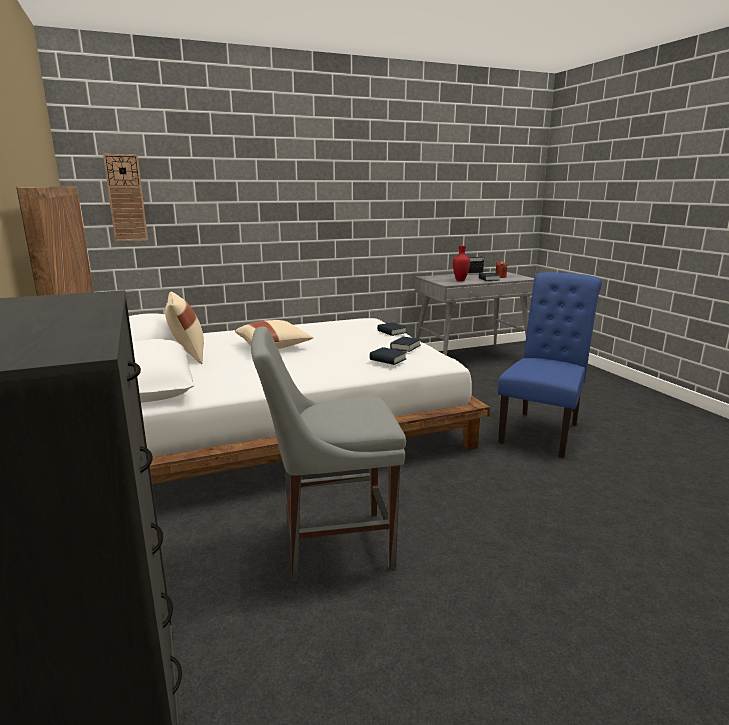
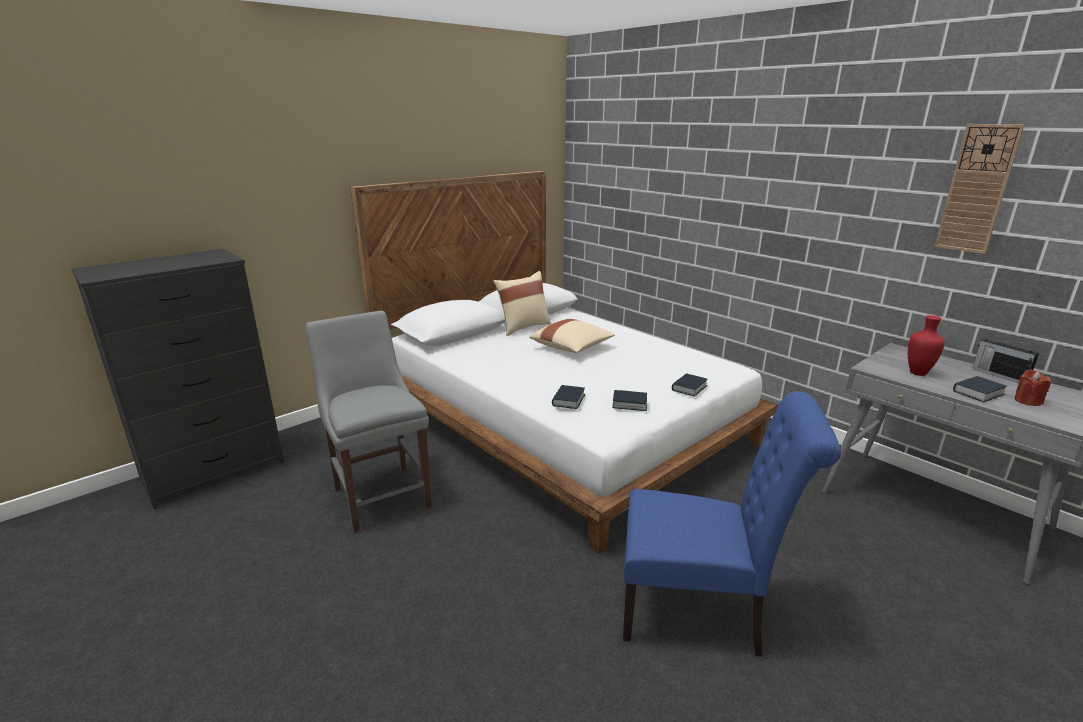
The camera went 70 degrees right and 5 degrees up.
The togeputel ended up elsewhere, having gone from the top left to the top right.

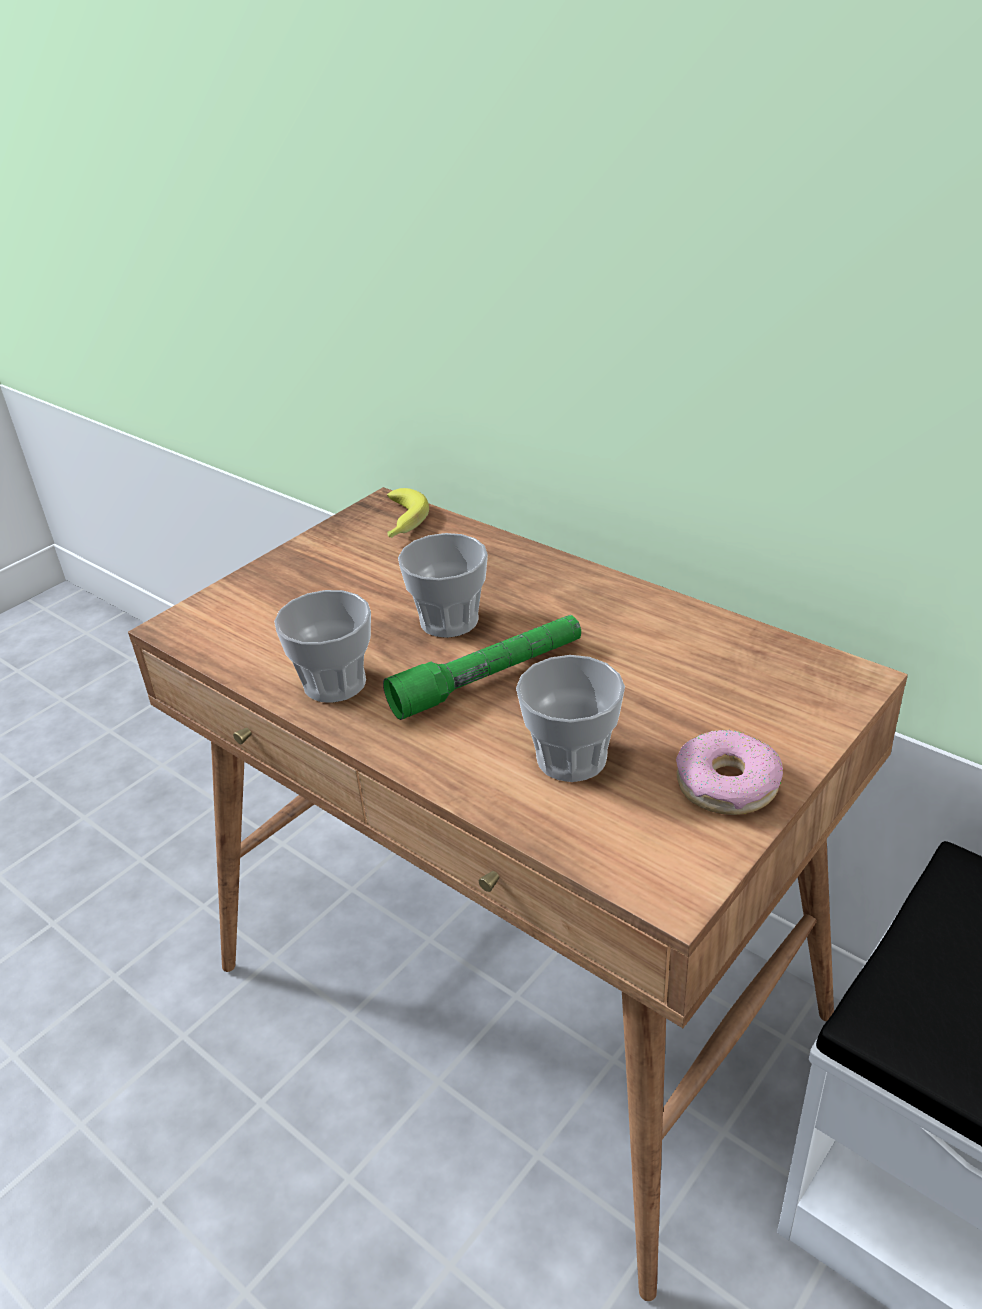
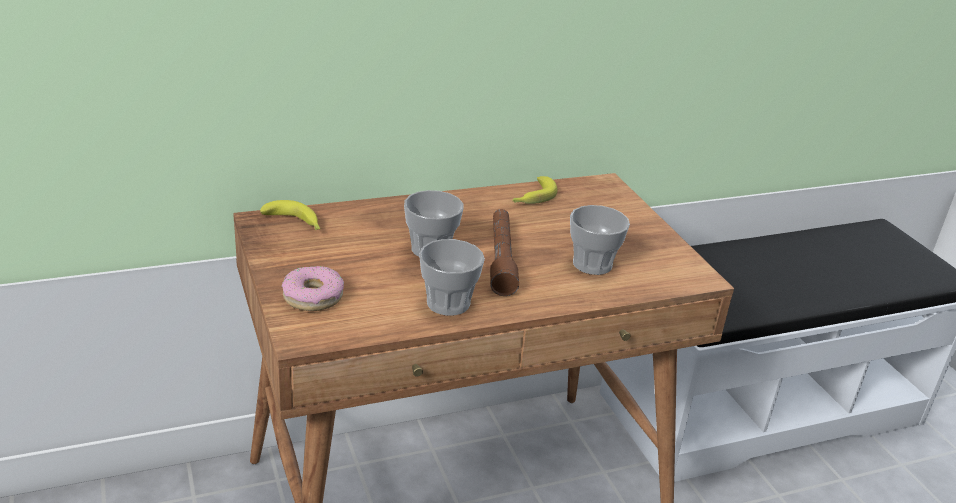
The camera went 65 degrees left and 5 degrees down.
What was the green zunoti at the centre turned into the brown zunoti at the centre.
The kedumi ended up elsewhere, having gone from the middle right to the middle left.
The second view gained the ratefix (no. 2 from left) at the centre.

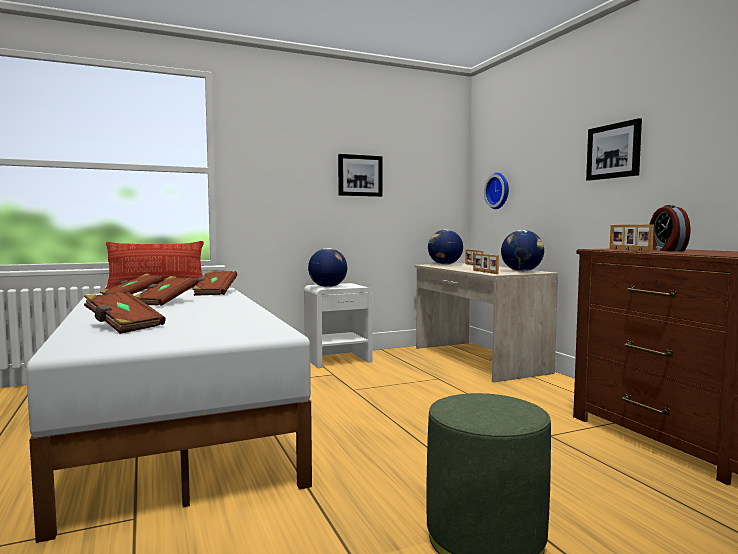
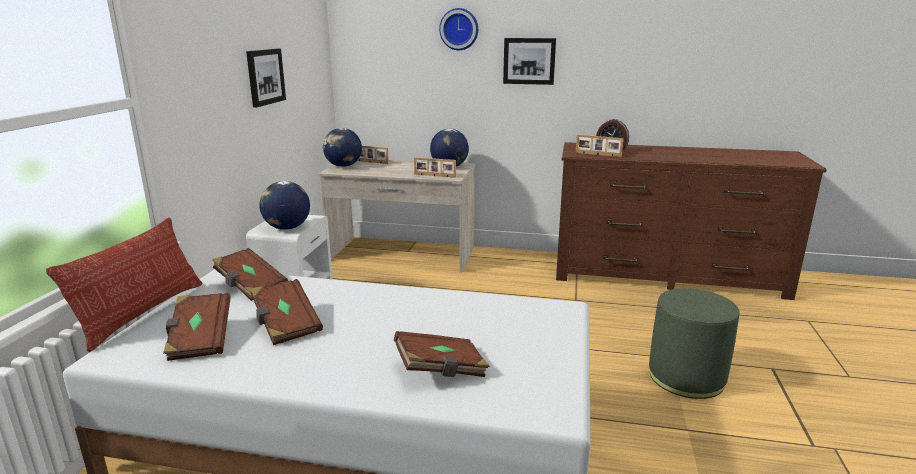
The camera went 55 degrees left and 15 degrees up.
The togeputel ended up elsewhere, having gone from the middle right to the top centre.

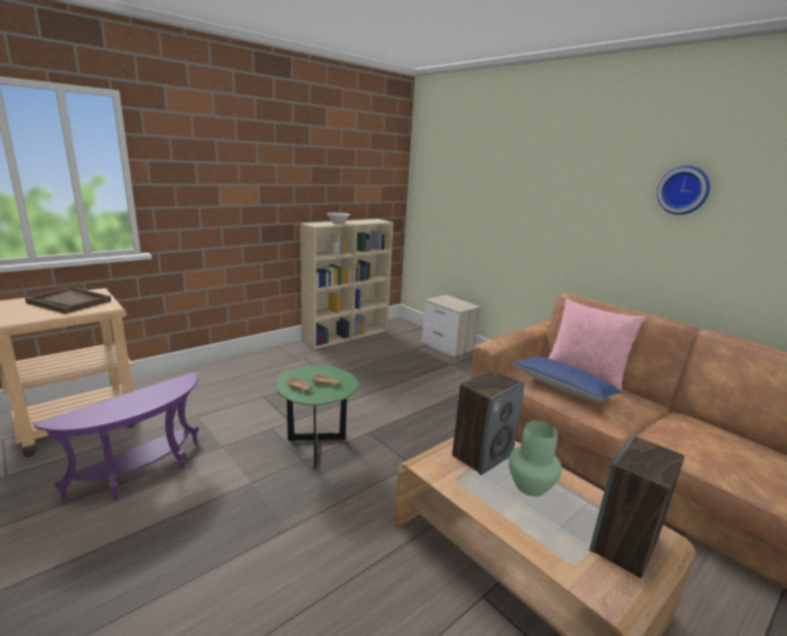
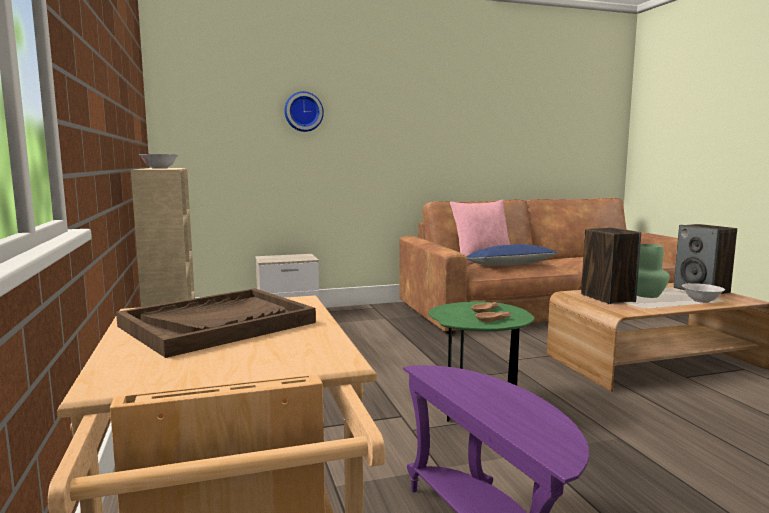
The camera went 65 degrees left and 10 degrees down.
The togeputel ended up elsewhere, having gone from the top right to the top centre.
The second view gained the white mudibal (no. 2 from left) at the middle right.

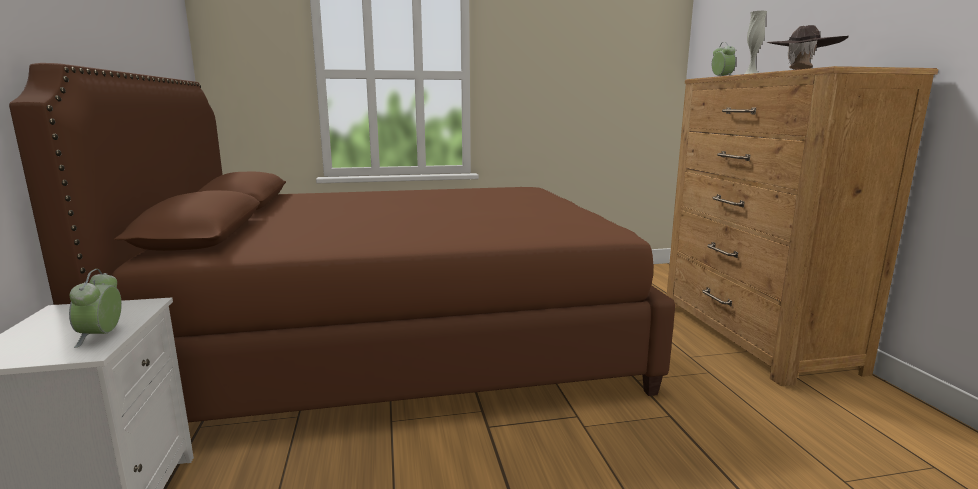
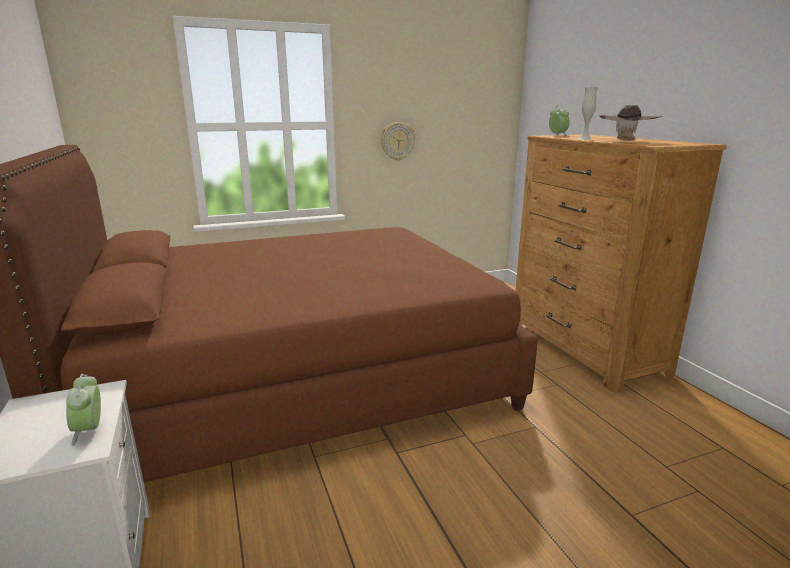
The camera went 10 degrees left and 5 degrees up.
The second view gained the togeputel at the top centre.

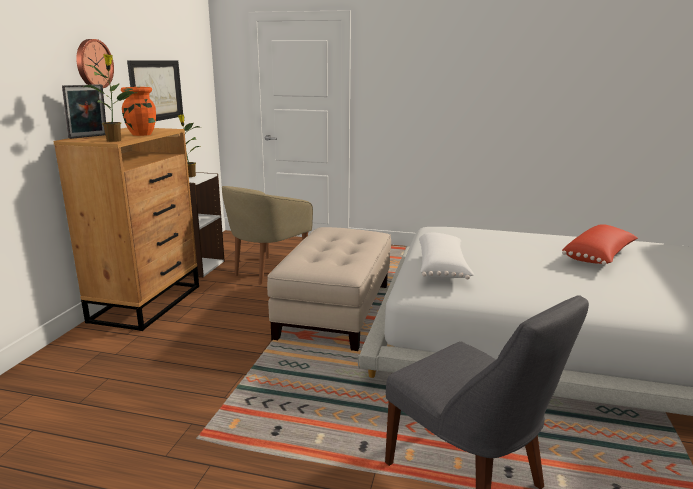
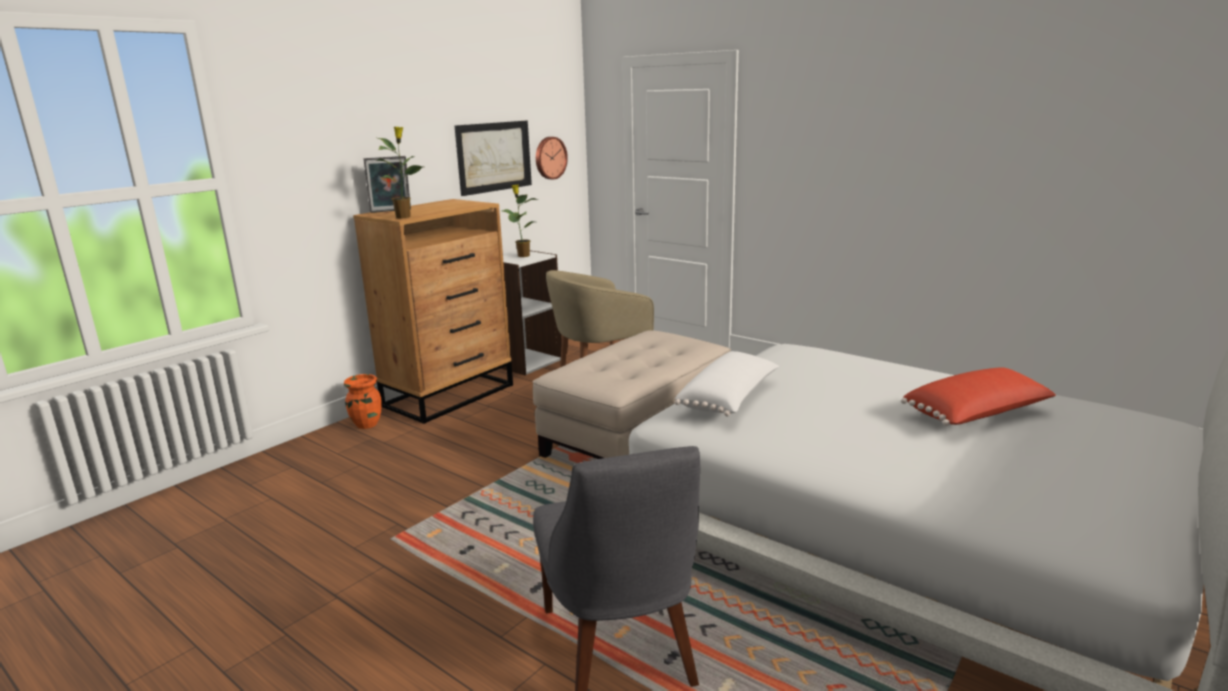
The camera went 25 degrees right and 0 degrees up.
The togeputel ended up elsewhere, having gone from the top left to the top centre.
The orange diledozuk ended up elsewhere, having gone from the top left to the middle left.

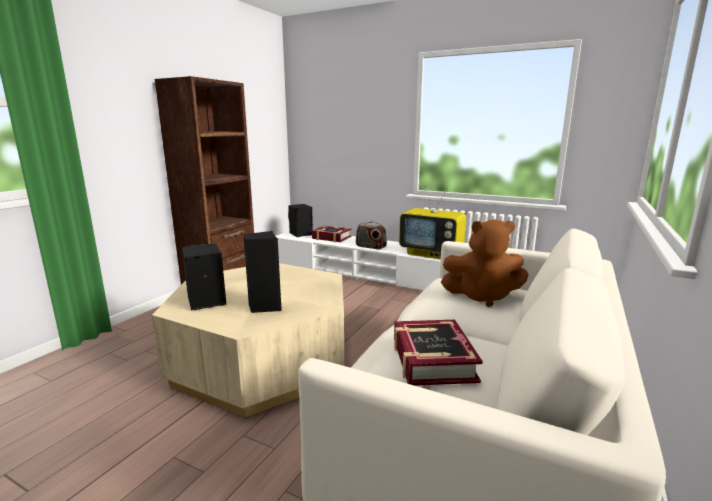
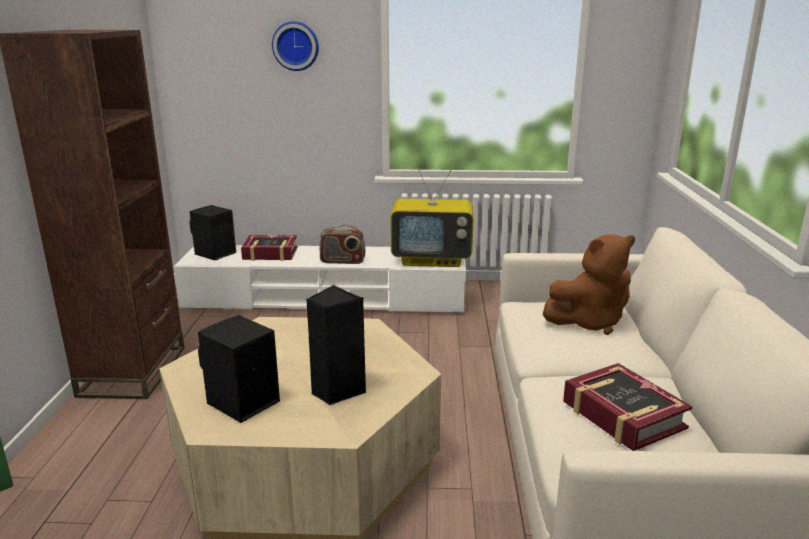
The camera went 25 degrees left and 5 degrees up.
The second view gained the togeputel at the top centre.

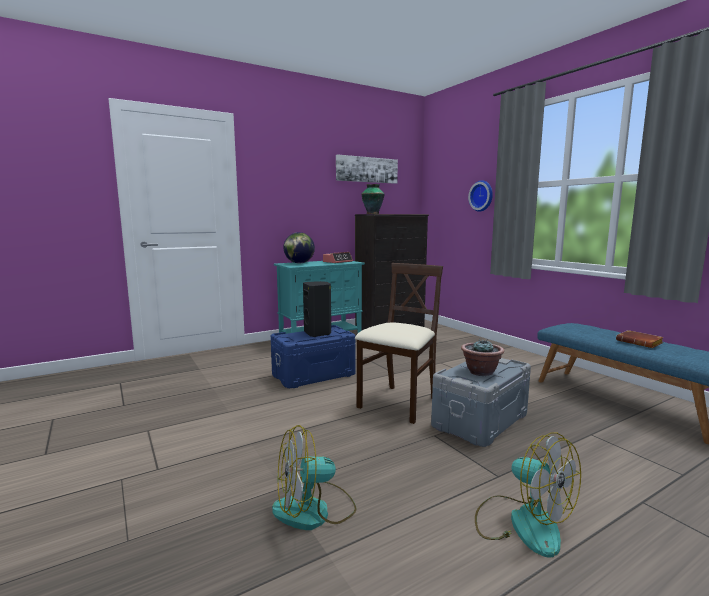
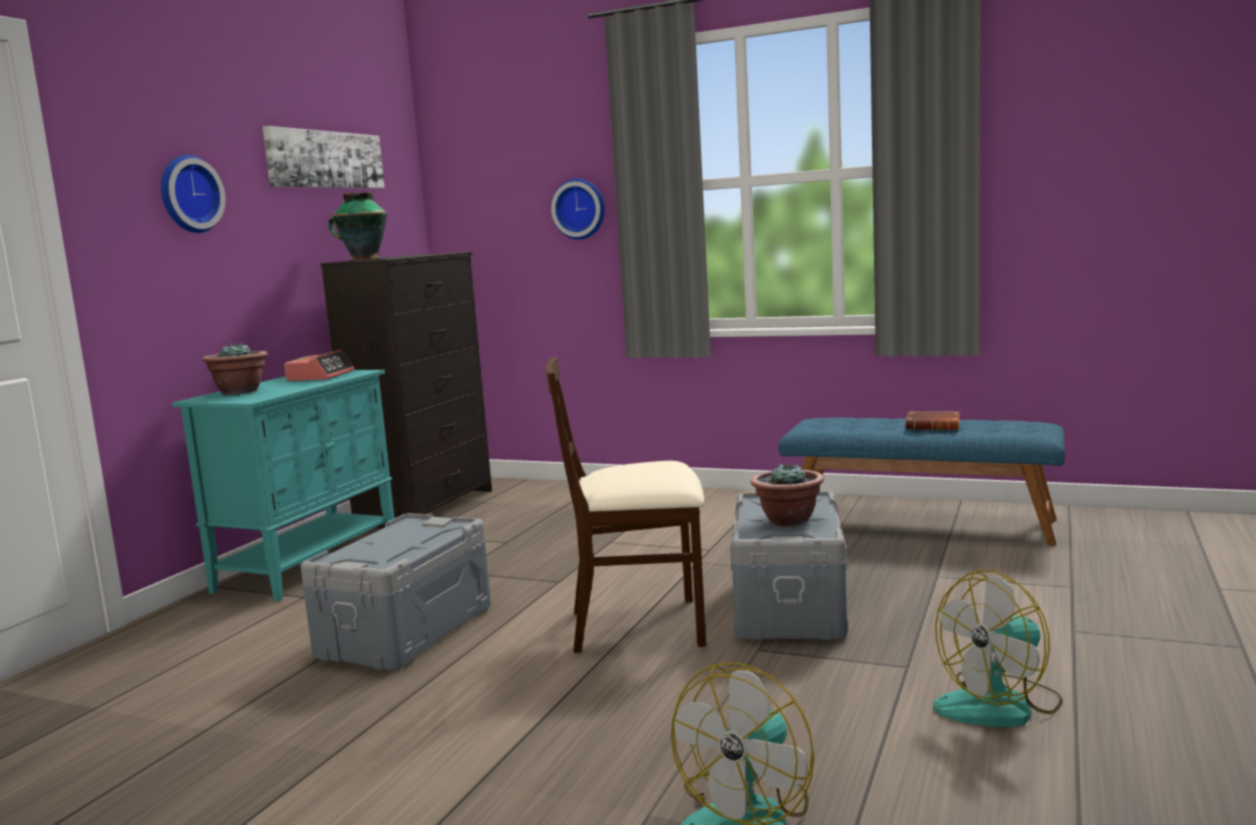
The camera went 35 degrees left and 0 degrees up.
What was the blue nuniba at the centre turned into the grey nuniba (no. 1 from left) at the bottom left.
Where the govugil stood at the centre, the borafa (no. 1 from left) came to stand at the middle left.
The second view lost the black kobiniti at the centre.
The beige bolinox at the centre ended up facing another way, 90 degrees counterclockwise from before.
The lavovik (no. 2 from left) at the bottom right ended up facing another way, 135 degrees clockwise from before.
The second view gained the togeputel (no. 1 from left) at the top left.

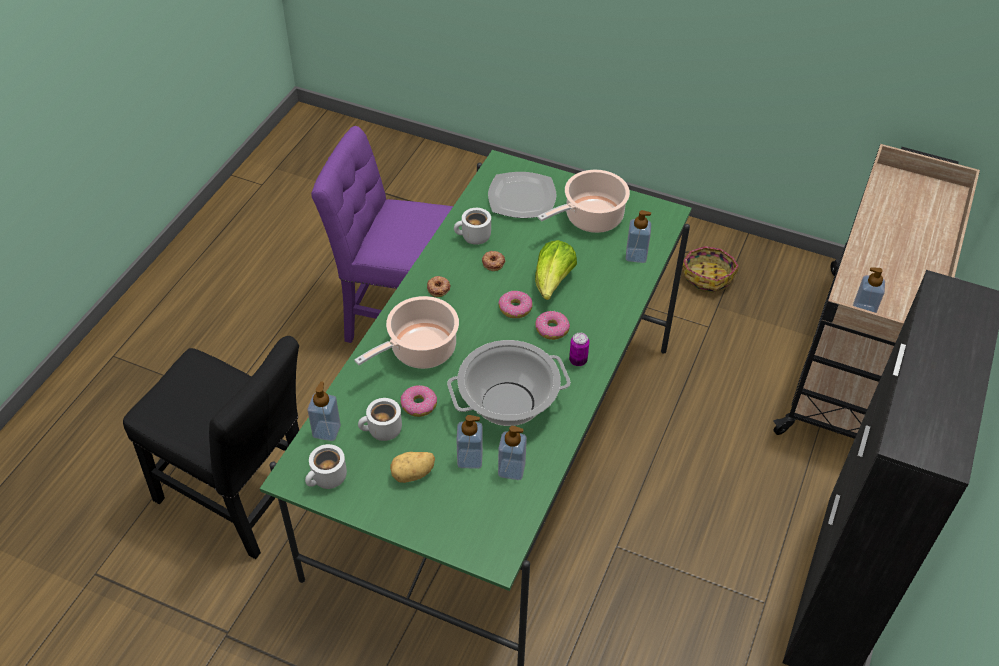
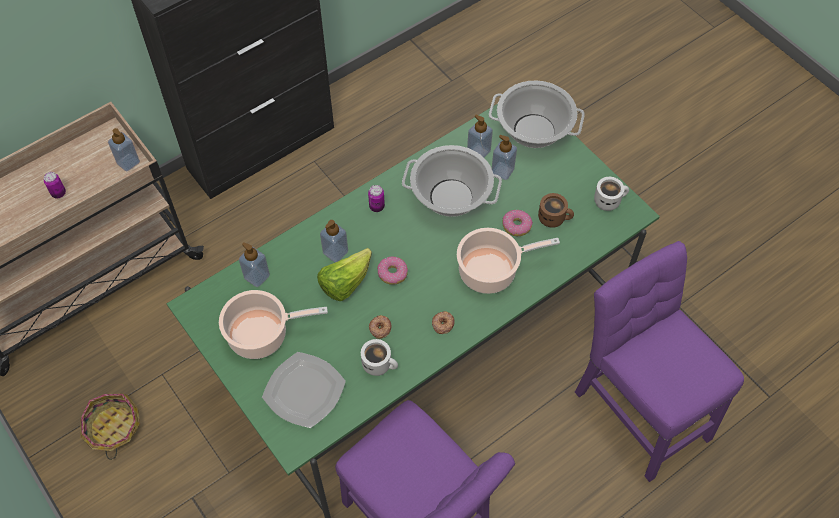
The camera went 150 degrees left and 10 degrees up.
What was the black bolinox at the bottom left turned into the purple bolinox (no. 2 from left) at the bottom right.
The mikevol (no. 1 from left in the first image) ended up elsewhere, having gone from the middle left to the centre.
What was the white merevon (no. 2 from left) at the centre turned into the brown merevon at the centre.
The second view lost the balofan at the bottom centre.
The second view lost the kedumi (no. 5 from left) at the centre.
The second view gained the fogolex (no. 1 from left) at the middle left.
The second view gained the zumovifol (no. 4 from left) at the top centre.

